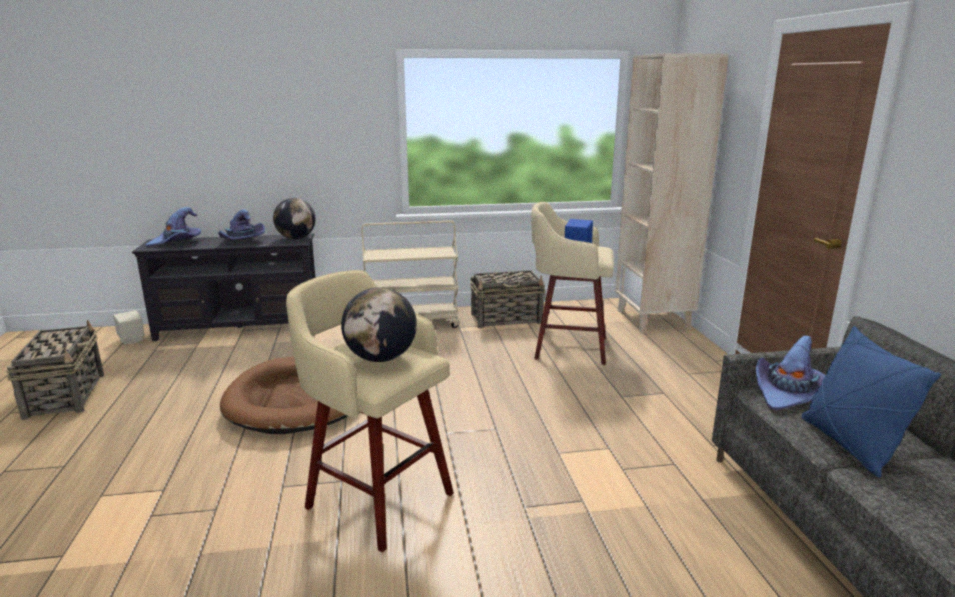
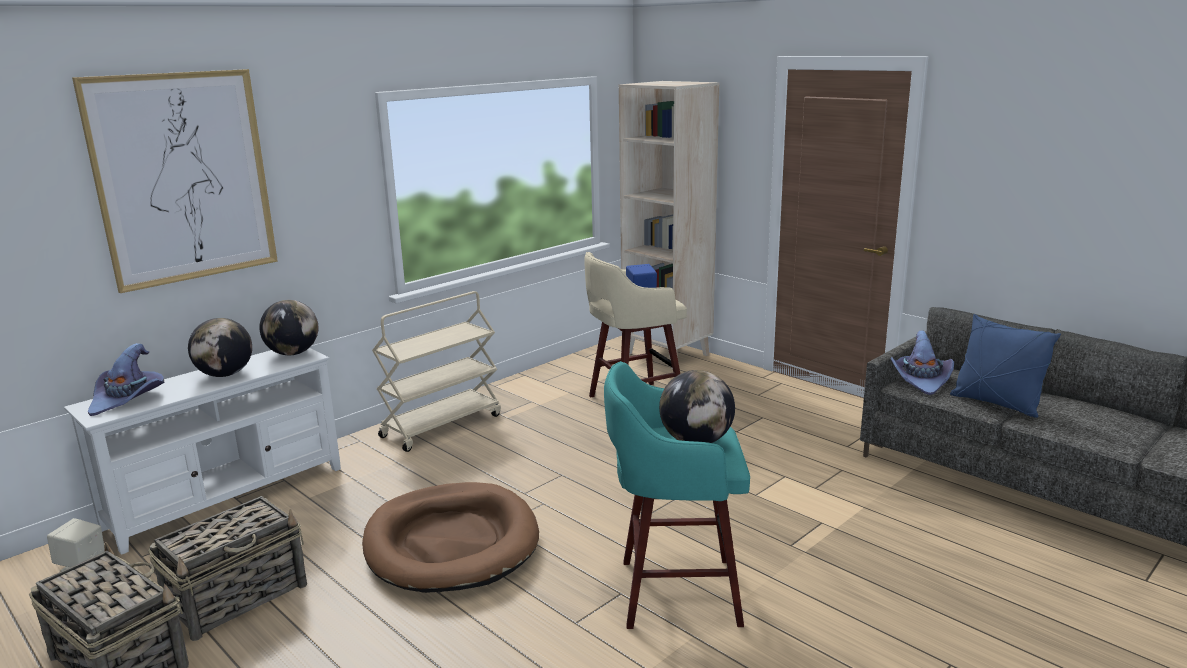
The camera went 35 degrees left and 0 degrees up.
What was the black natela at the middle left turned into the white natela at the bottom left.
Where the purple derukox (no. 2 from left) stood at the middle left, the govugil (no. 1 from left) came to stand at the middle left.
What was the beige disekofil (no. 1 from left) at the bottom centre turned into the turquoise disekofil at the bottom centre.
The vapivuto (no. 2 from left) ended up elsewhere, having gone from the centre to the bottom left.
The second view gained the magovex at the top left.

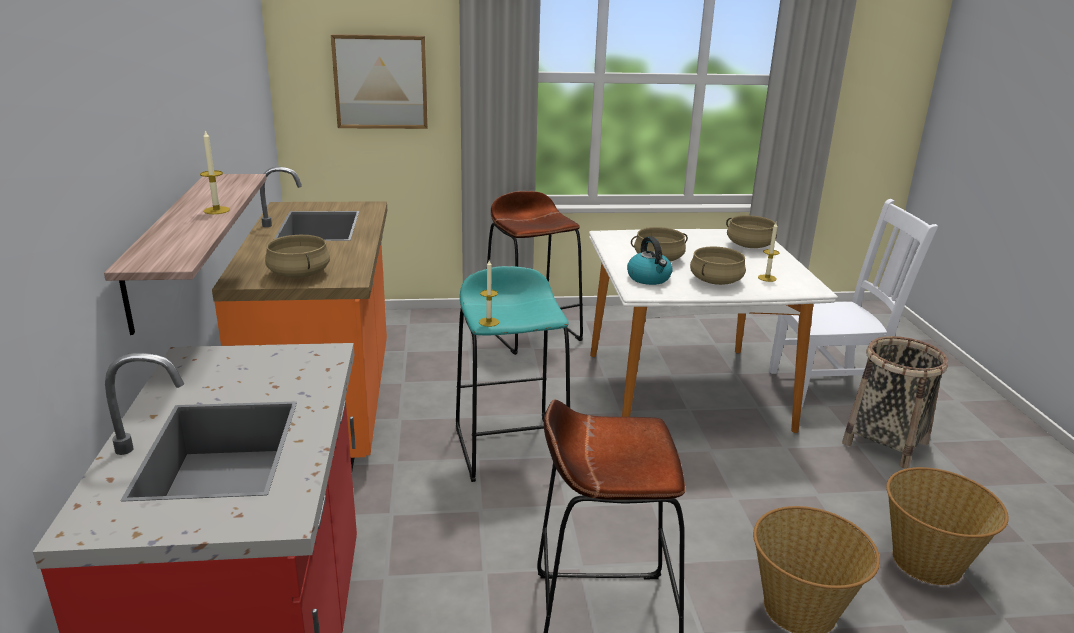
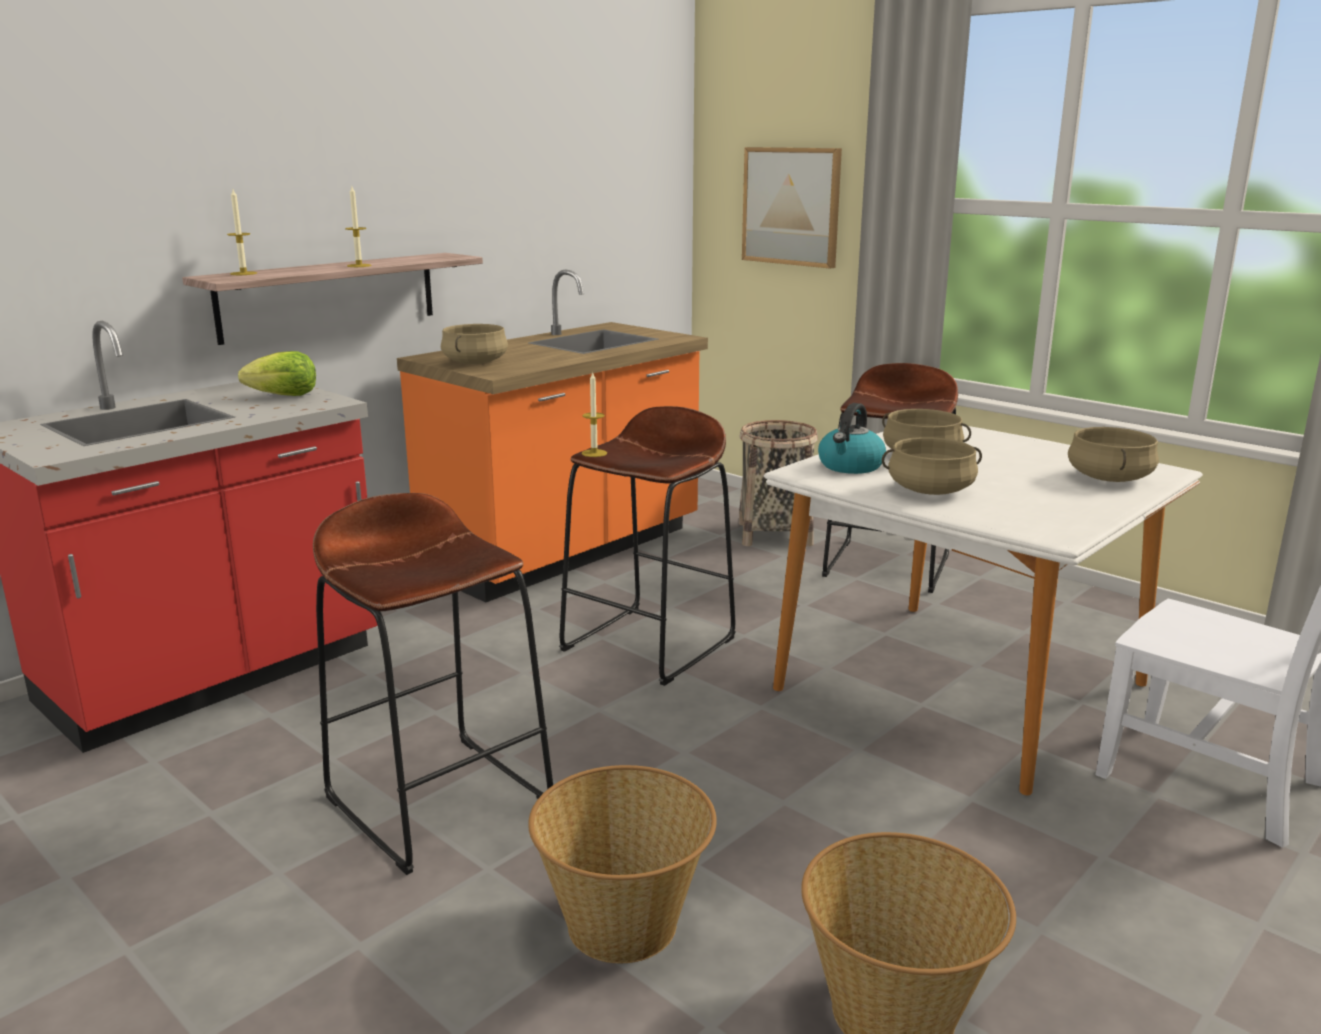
The camera went 50 degrees right and 5 degrees down.
What was the turquoise disekofil at the centre turned into the brown disekofil (no. 2 from left) at the centre.
The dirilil (no. 3 from left in the first image) ended up elsewhere, having gone from the middle right to the top left.
The vapivuto (no. 2 from left) ended up elsewhere, having gone from the middle right to the centre.
The second view gained the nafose at the middle left.

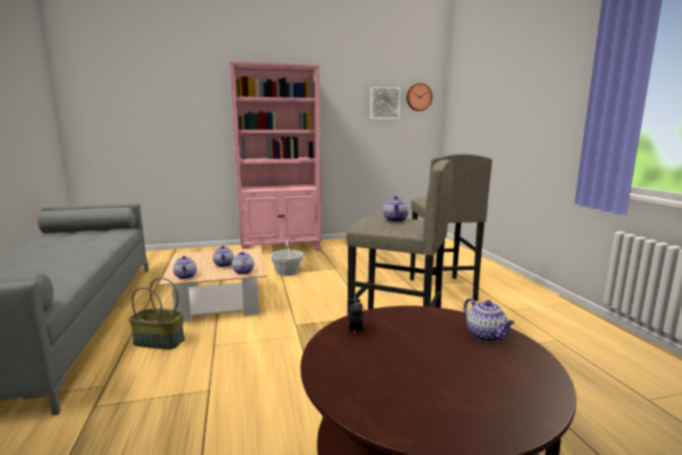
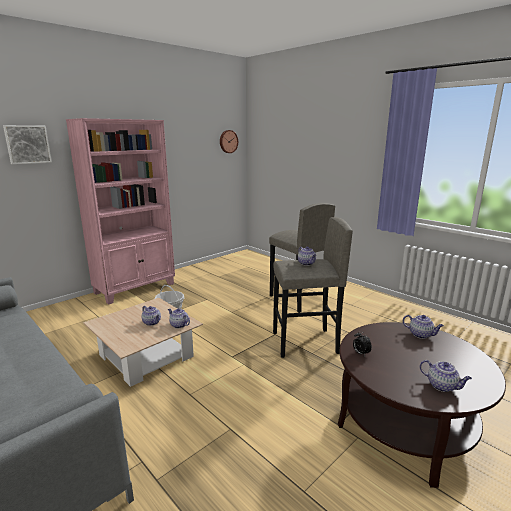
The camera went 30 degrees left and 5 degrees up.
The second view lost the vapivuto (no. 1 from left) at the bottom left.
The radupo (no. 1 from left in the first image) ended up elsewhere, having gone from the middle left to the bottom right.
The magovex ended up elsewhere, having gone from the top centre to the top left.

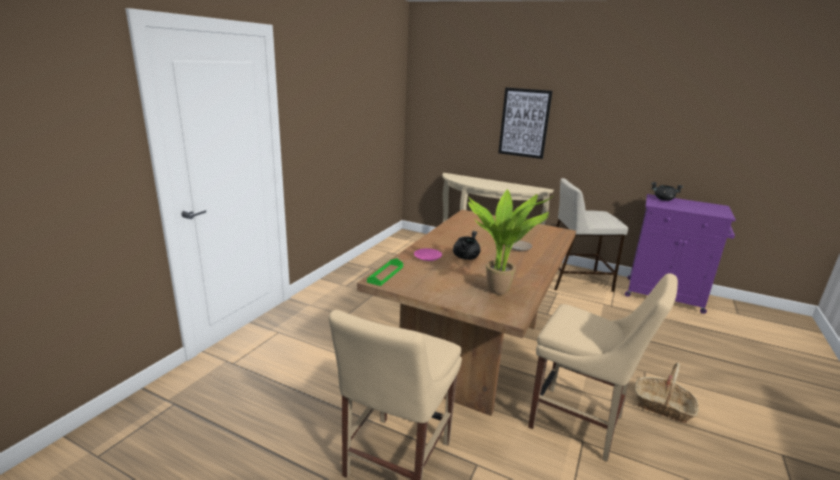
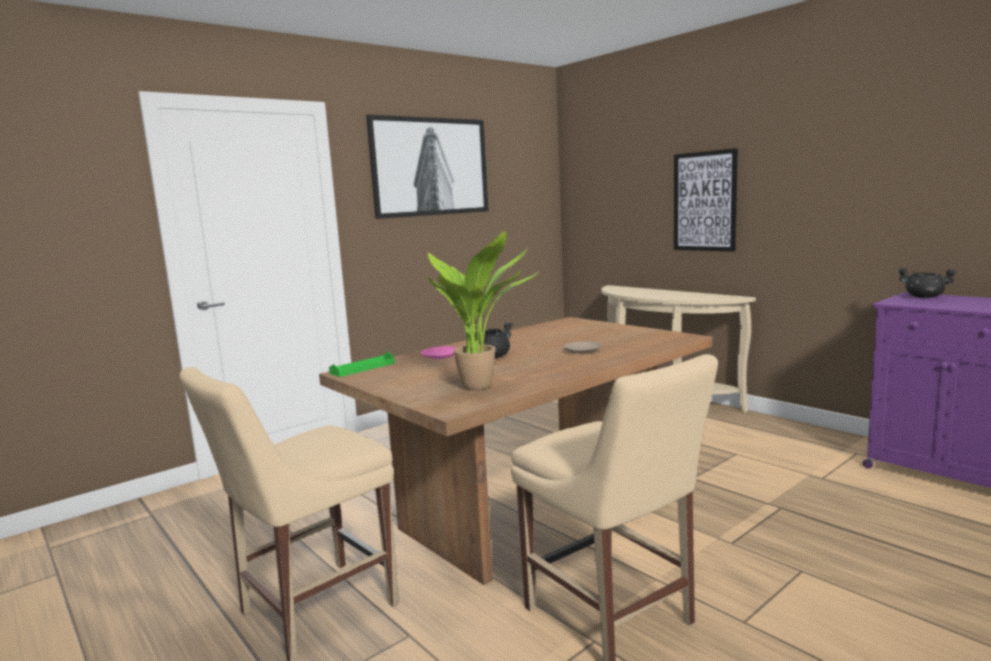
The camera went 25 degrees right and 10 degrees down.
The second view lost the beige disekofil at the middle right.
The second view lost the vapivuto at the bottom right.
The second view gained the magovex (no. 1 from left) at the top centre.

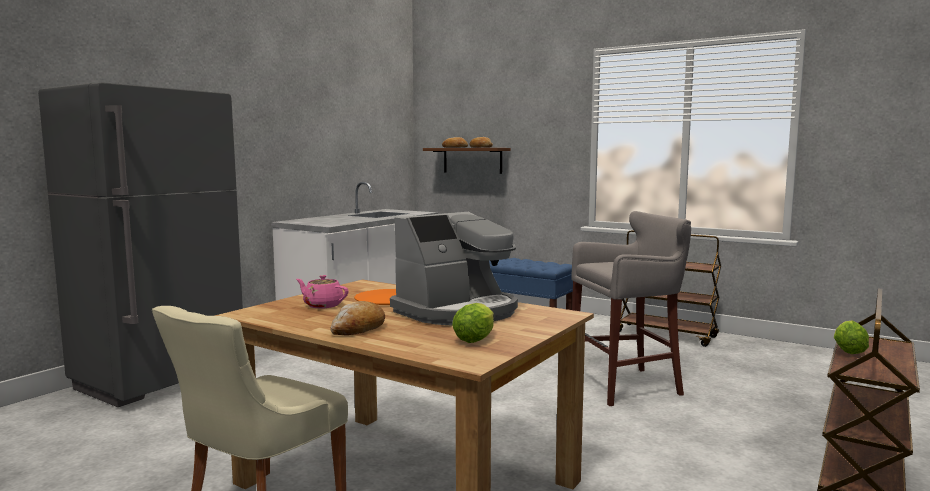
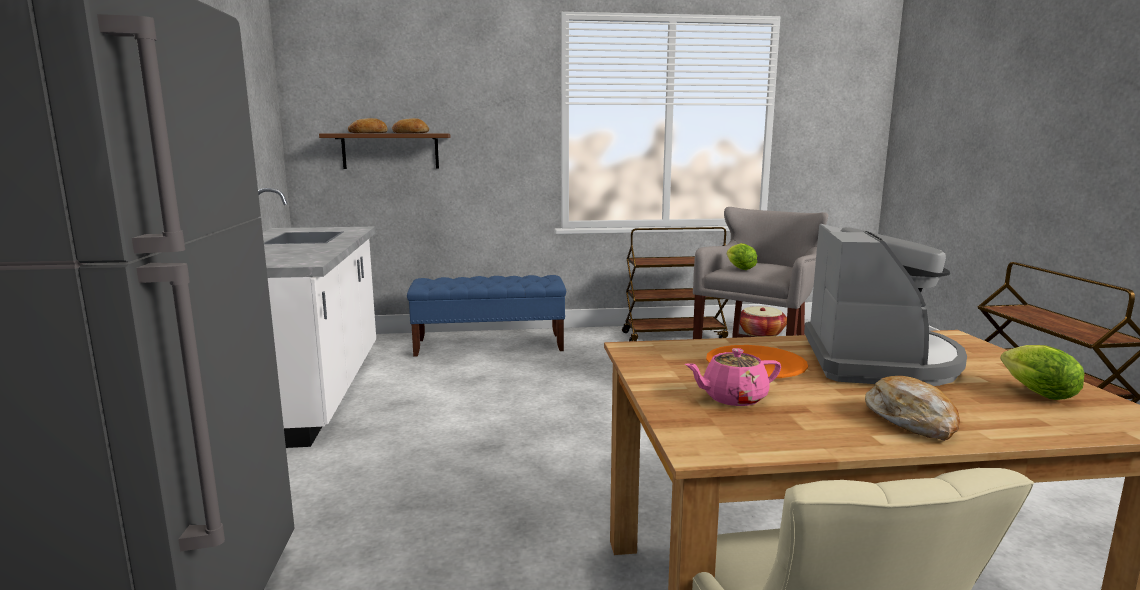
The camera went 40 degrees left and 5 degrees up.
The nafose (no. 2 from left in the first image) ended up elsewhere, having gone from the bottom right to the centre.
The second view gained the vapivuto at the middle right.

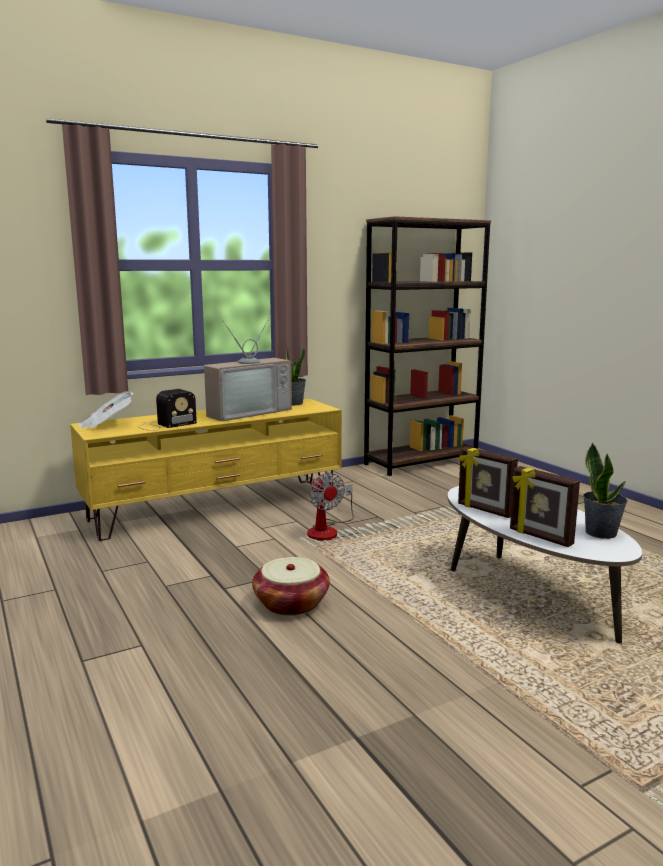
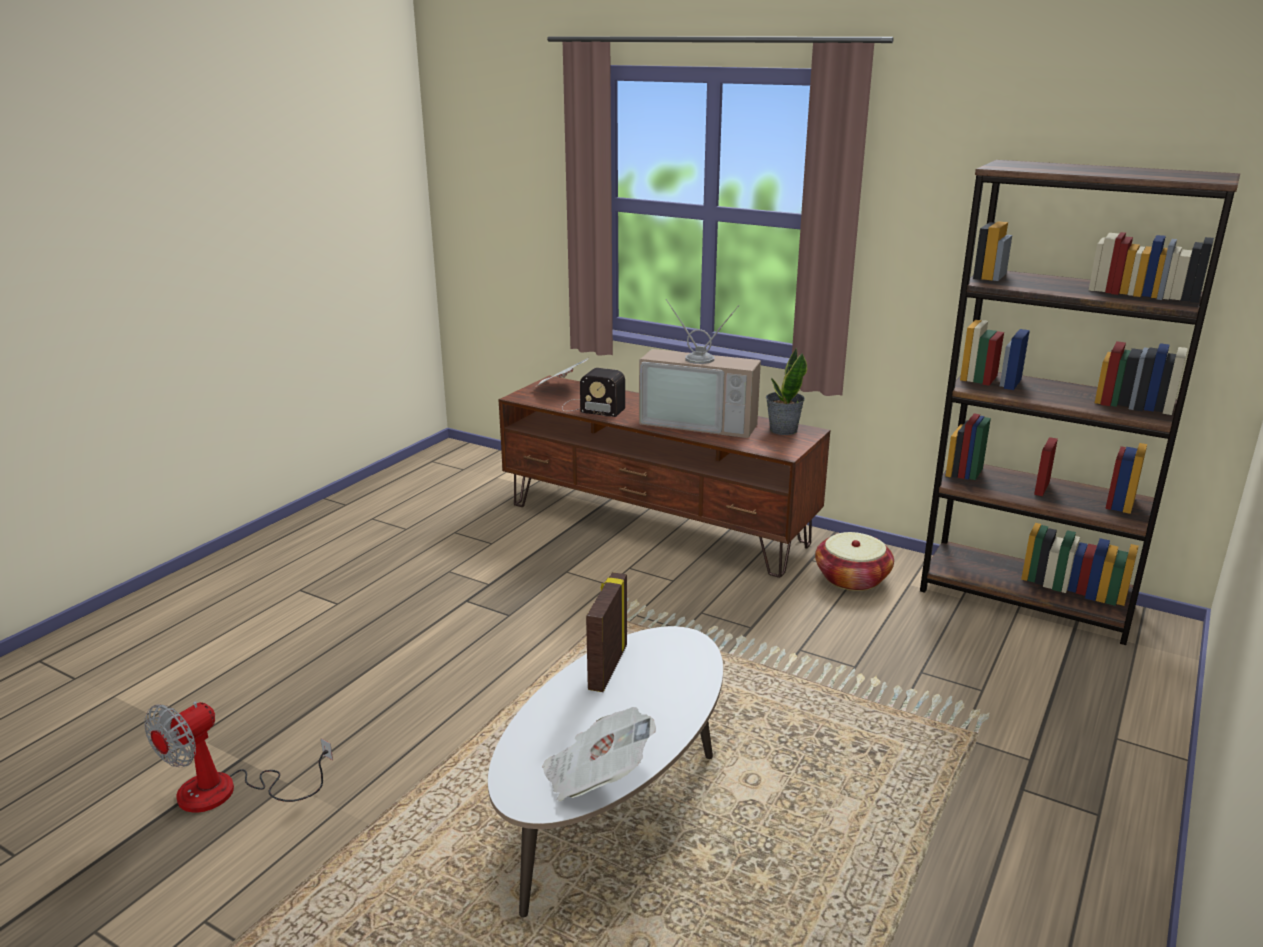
The camera went 60 degrees right and 10 degrees up.
What was the yellow natela at the middle left turned into the brown natela at the centre.
The vapivuto ended up elsewhere, having gone from the bottom centre to the middle right.
The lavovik ended up elsewhere, having gone from the centre to the bottom left.
The second view lost the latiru (no. 2 from left) at the middle right.
Where the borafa (no. 2 from left) stood at the middle right, the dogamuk (no. 2 from left) came to stand at the bottom centre.

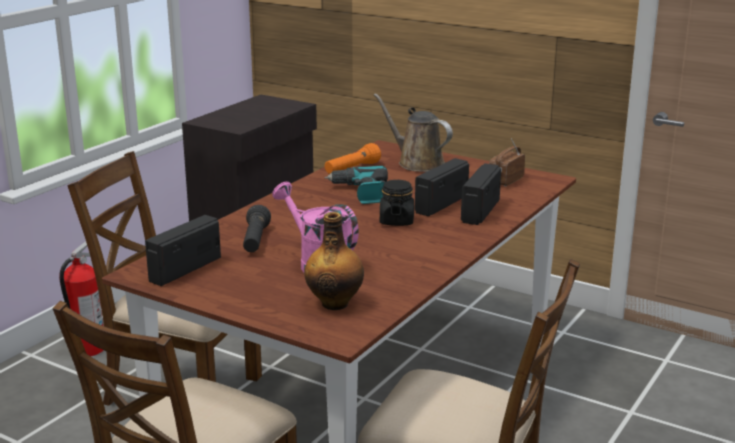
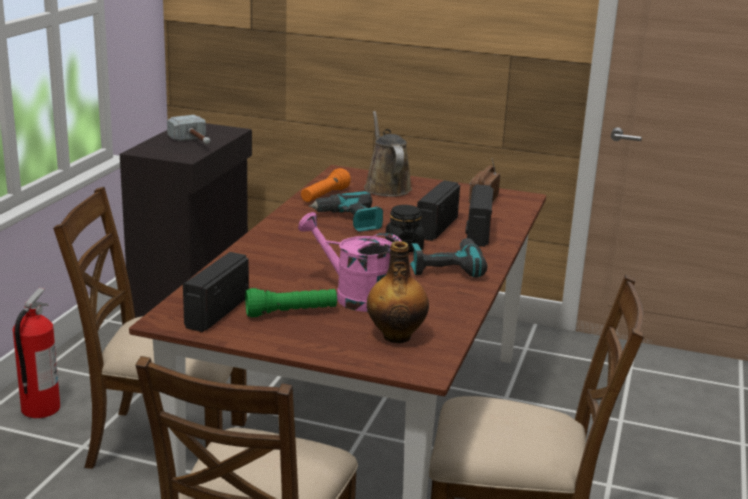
The camera went 15 degrees left and 0 degrees up.
The second view lost the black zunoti at the centre.
The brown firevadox at the top centre ended up facing another way, 45 degrees clockwise from before.
The second view gained the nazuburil at the top left.
The second view gained the green zunoti at the centre.
The second view gained the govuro (no. 2 from left) at the centre.

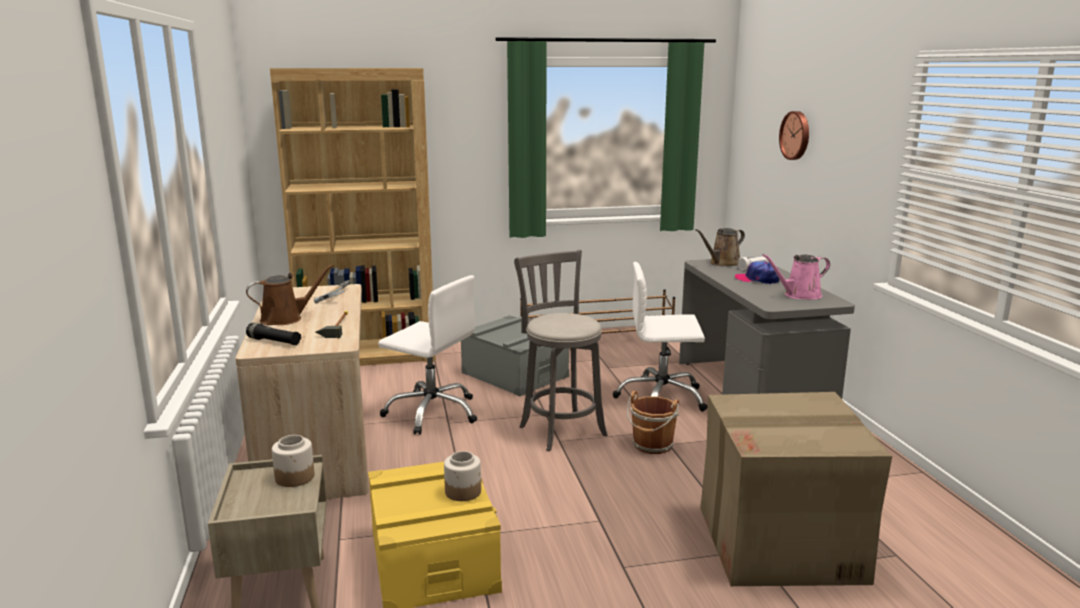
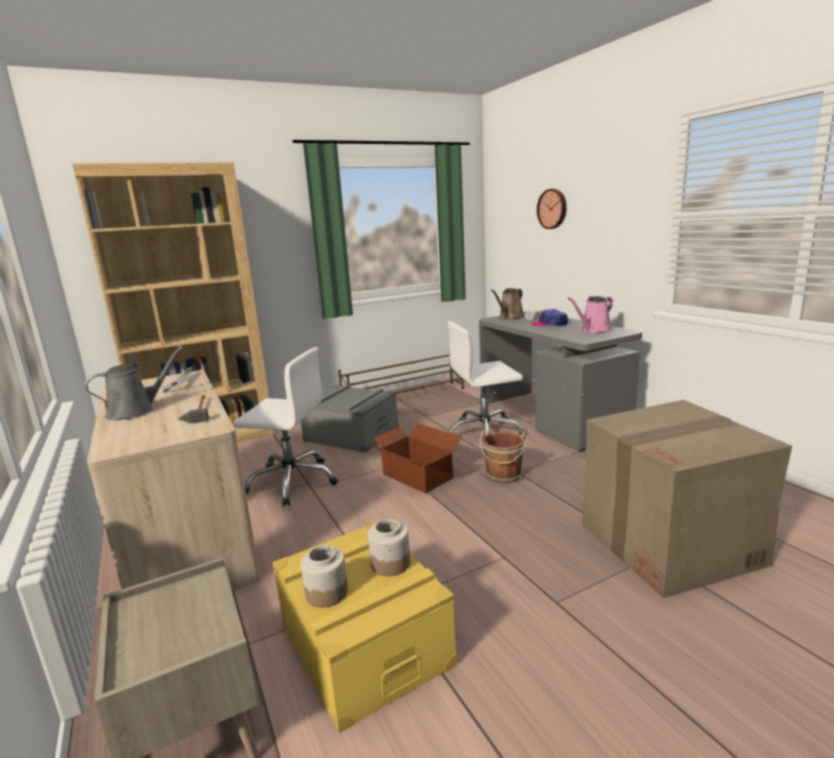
The camera went 15 degrees left and 0 degrees up.
What was the brown firevadox (no. 1 from left) at the middle left turned into the grey firevadox at the middle left.
The second view lost the black zunoti at the middle left.
The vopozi (no. 1 from left) ended up elsewhere, having gone from the bottom left to the bottom centre.
Where the grey disekofil stood at the centre, the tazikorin (no. 1 from left) came to stand at the centre.

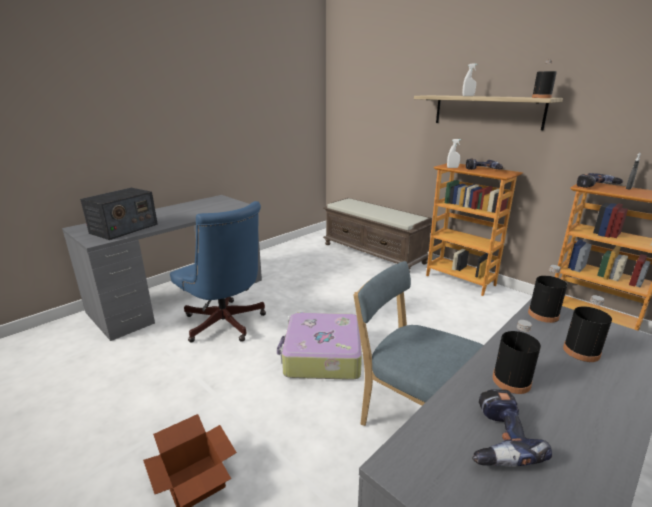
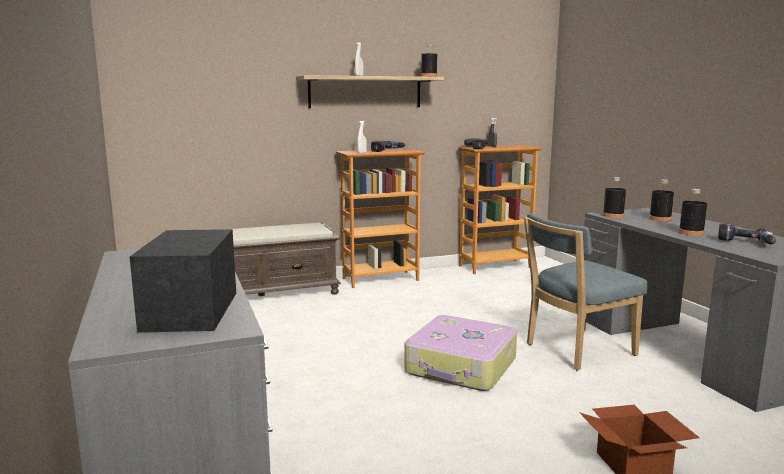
The camera went 65 degrees left and 10 degrees down.
The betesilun at the middle left ended up facing another way, 150 degrees counterclockwise from before.
The second view lost the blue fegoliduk at the centre.

